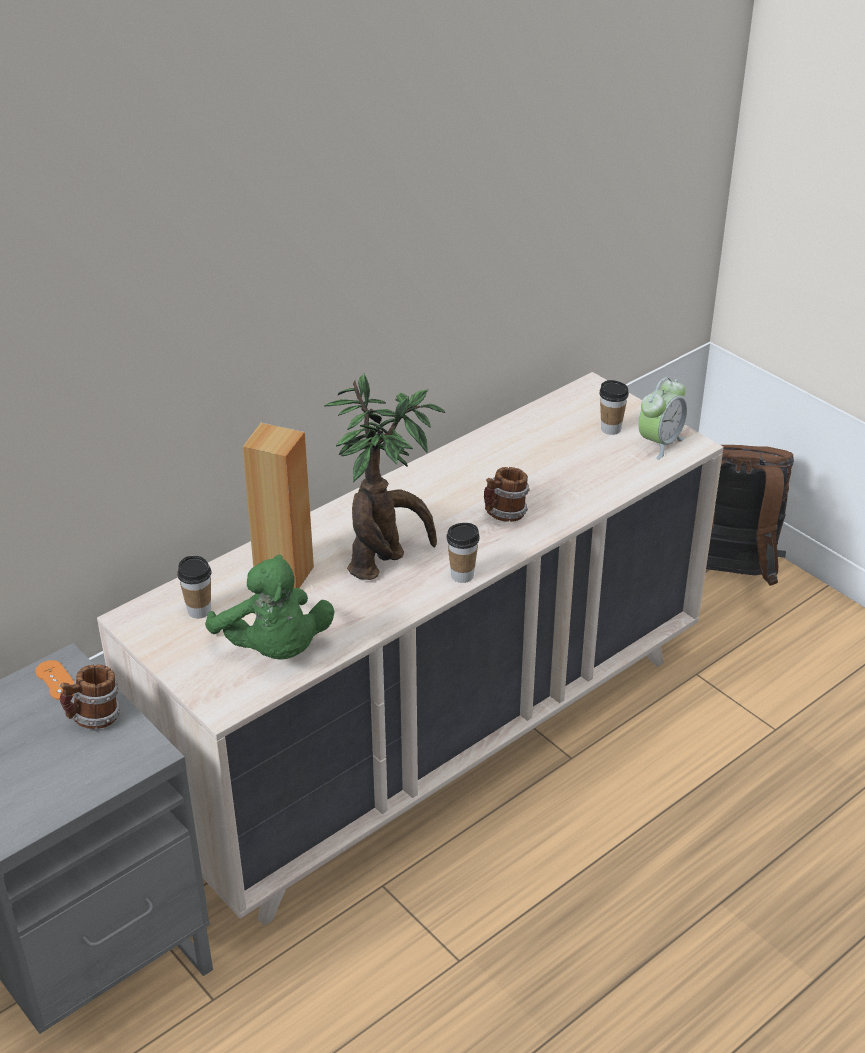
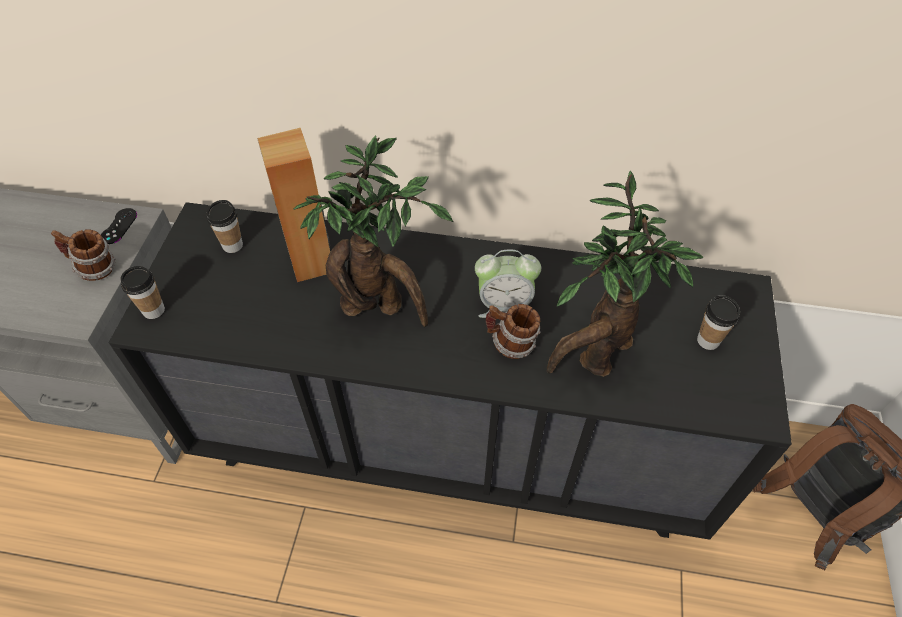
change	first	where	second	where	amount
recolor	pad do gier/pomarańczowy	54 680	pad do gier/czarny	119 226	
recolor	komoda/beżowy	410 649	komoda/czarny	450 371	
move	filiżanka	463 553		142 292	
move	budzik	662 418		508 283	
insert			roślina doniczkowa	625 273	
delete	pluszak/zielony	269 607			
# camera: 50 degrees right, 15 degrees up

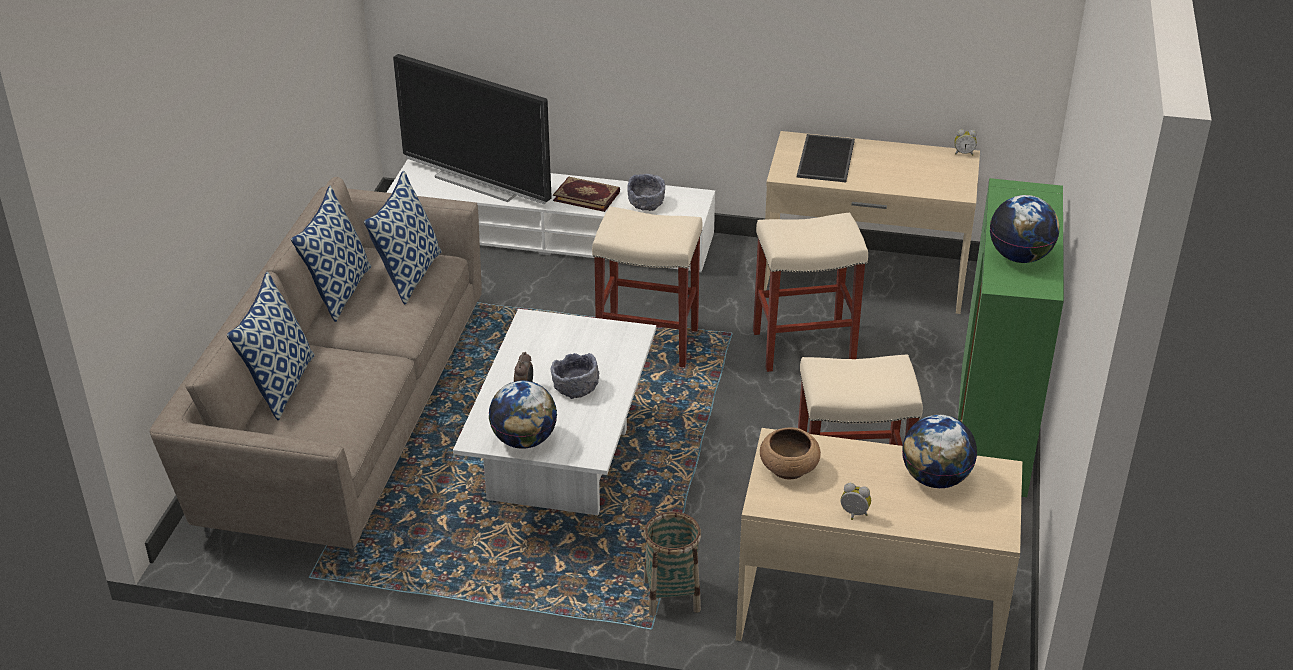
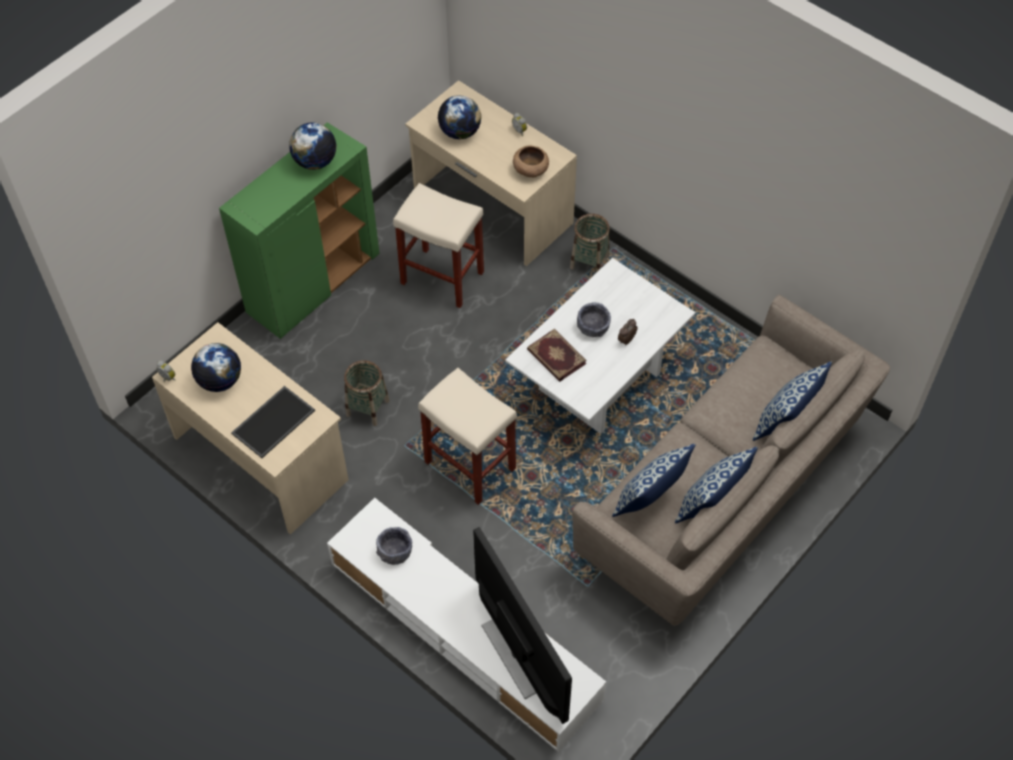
change	first	where	second	where	amount
move	globus	522 414		216 367	
replace	stołek/beżowy	810 292	koszyk	366 393	
move	książka	586 194		556 355	
# camera: 150 degrees left, 20 degrees up

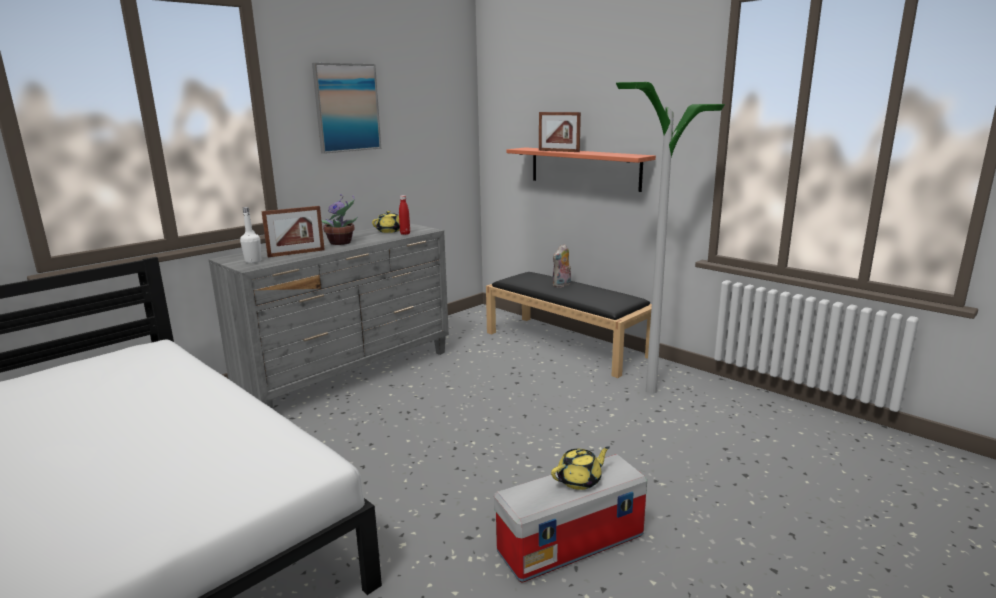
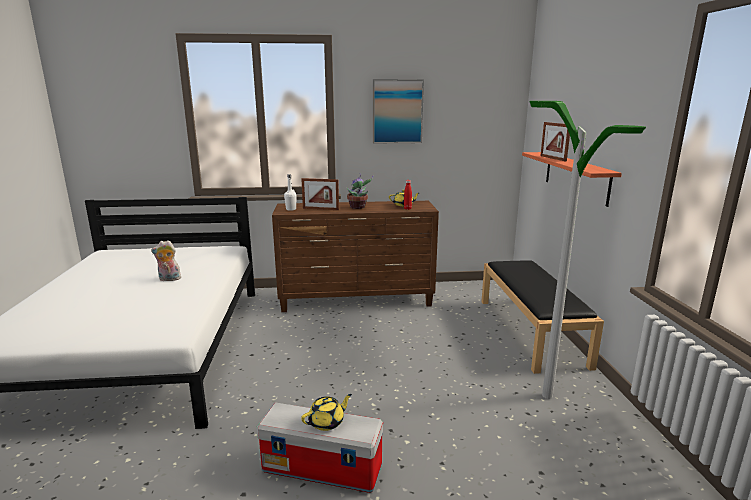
change	first	where	second	where	amount
move	pluszak	562 265		166 260	
recolor	komoda/szary	328 316	komoda/brązowy	355 256	
rotate	imbryk/żółty	580 468		326 412	45 degrees counterclockwise
# camera: 40 degrees right, 0 degrees up

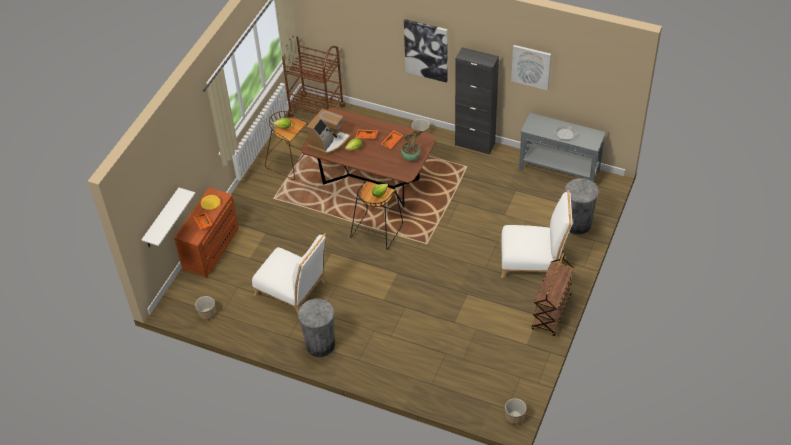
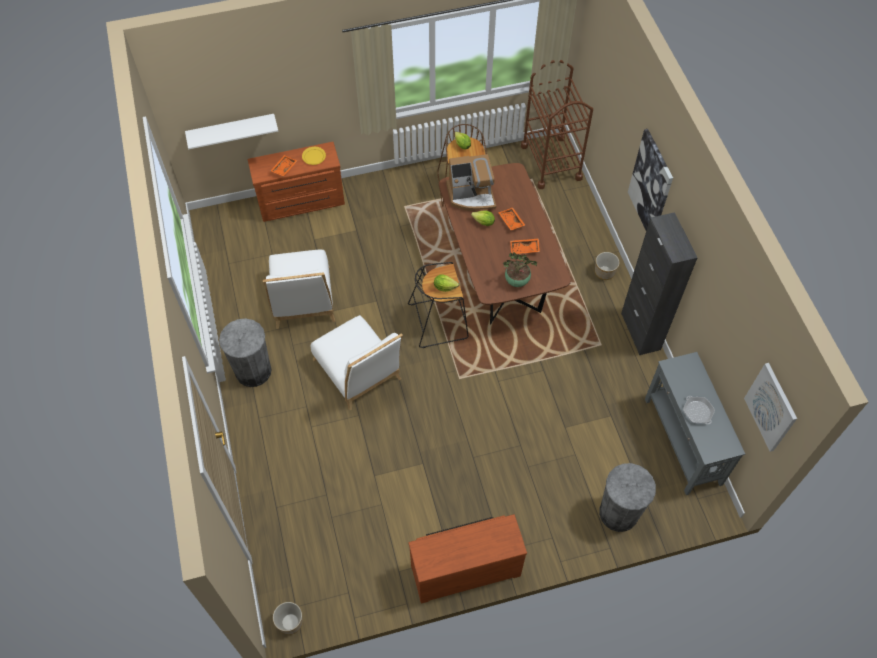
change	first	where	second	where	amount
move	krzesło/biały	536 234		357 362	
replace	wózek/brązowy	553 294	komoda/brązowy	468 559	
move	obraz	531 67		770 407	
delete	donica	205 308			
# camera: 50 degrees right, 10 degrees up

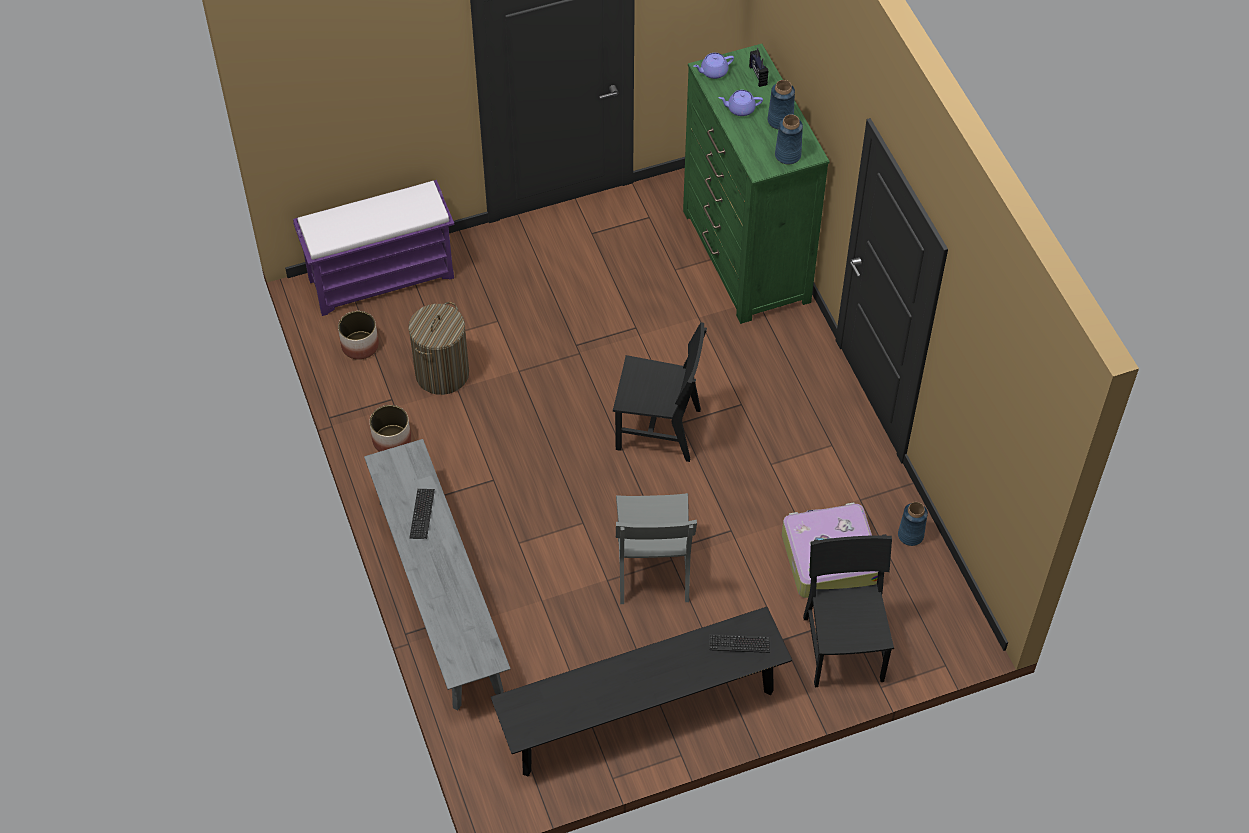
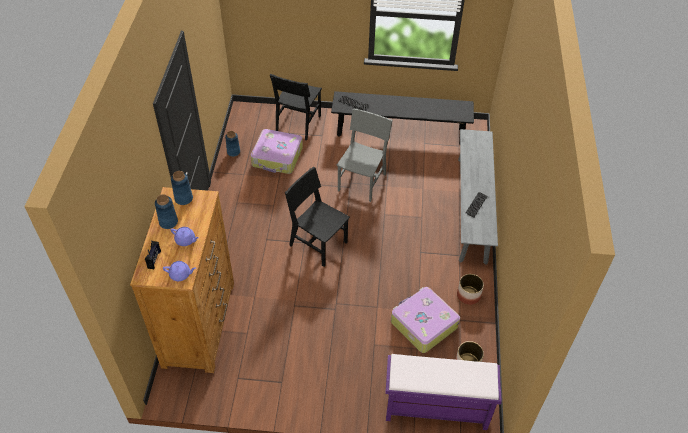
change	first	where	second	where	amount
recolor	komoda/zielony	756 184	komoda/brązowy	182 280	
replace	kosz na pranie	438 348	walizka	425 320	
# camera: 155 degrees left, 5 degrees down

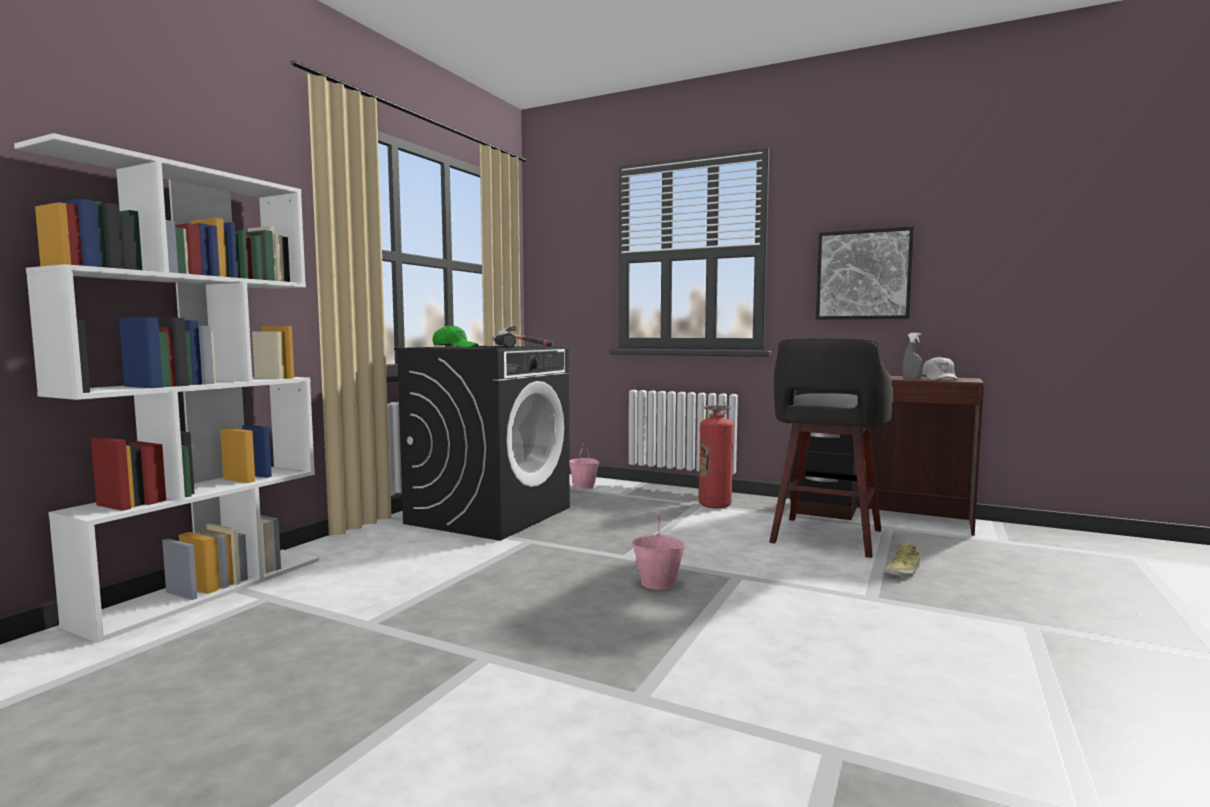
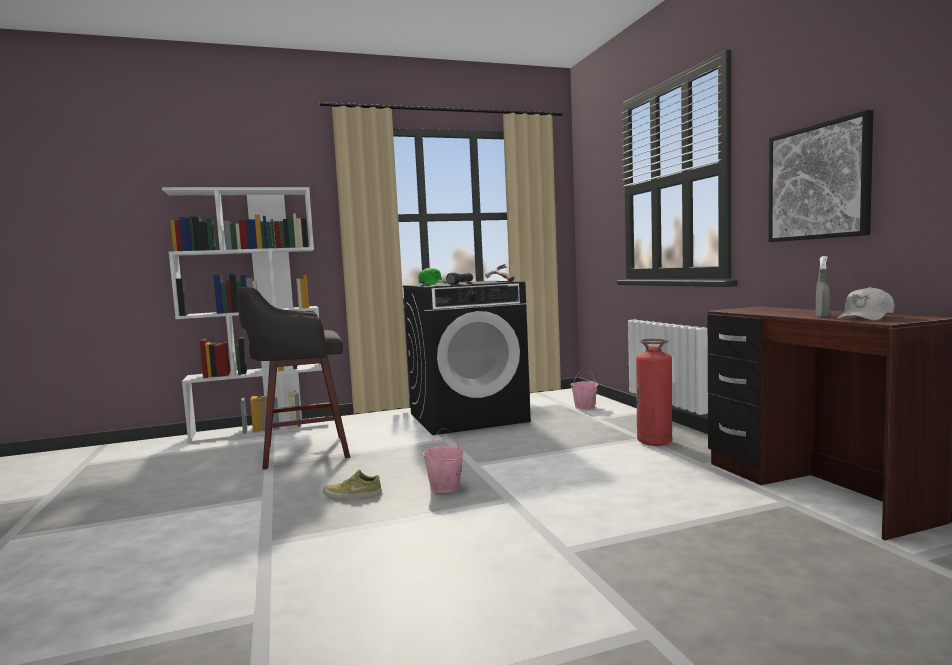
change	first	where	second	where	amount
move	stołek/szary	831 448		293 378	
move	but/beżowy	902 559		352 484	
# camera: 45 degrees right, 0 degrees up

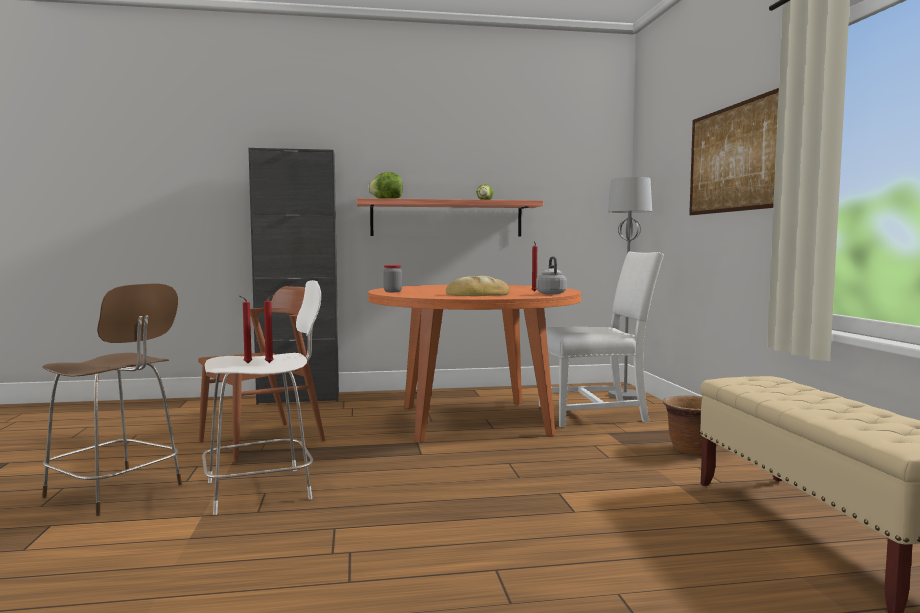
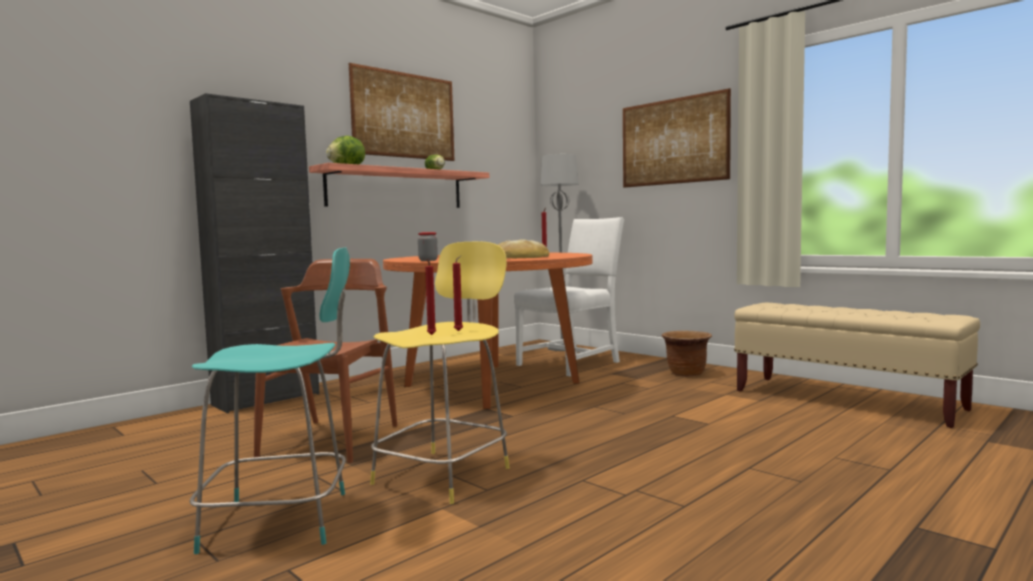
change	first	where	second	where	amount
recolor	stołek/brązowy	112 399	stołek/turkusowy	270 400	
insert			obraz	401 112	
recolor	stołek/biały	261 397	stołek/żółty	440 373	
delete	czajnik/szary	551 275			
# camera: 35 degrees left, 0 degrees up

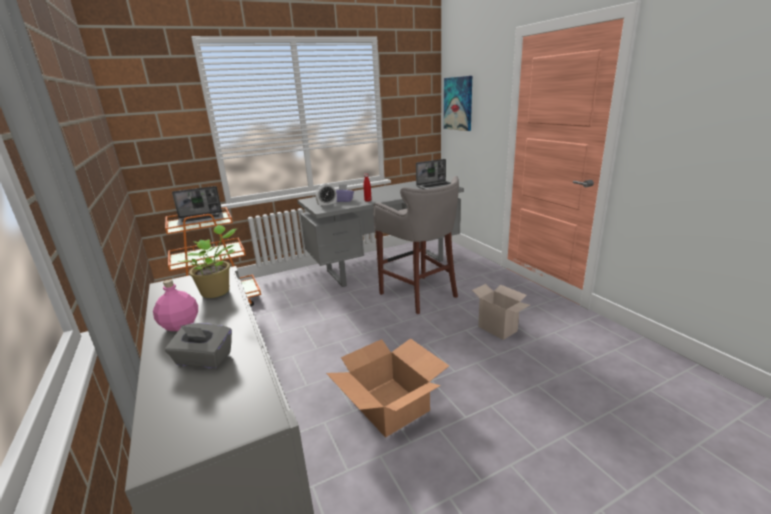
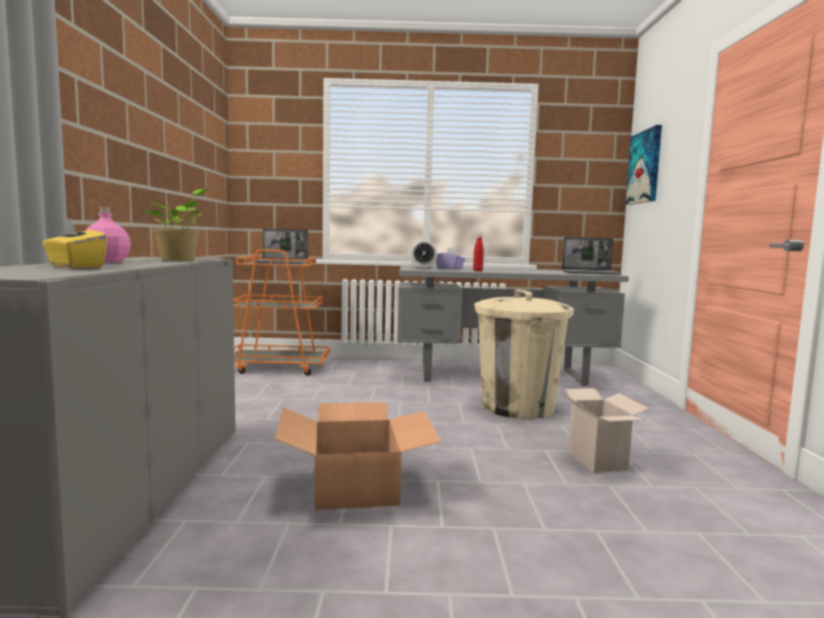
change	first	where	second	where	amount
recolor	pudełko chusteczek/szary	198 346	pudełko chusteczek/żółty	74 243	
replace	stołek/szary	416 245	kosz na śmieci/beżowy	524 354	
# camera: 25 degrees right, 15 degrees down

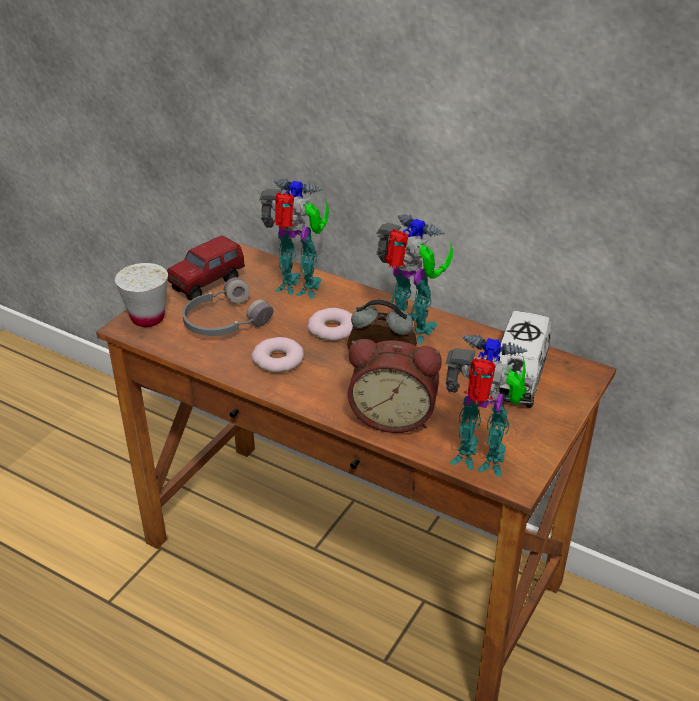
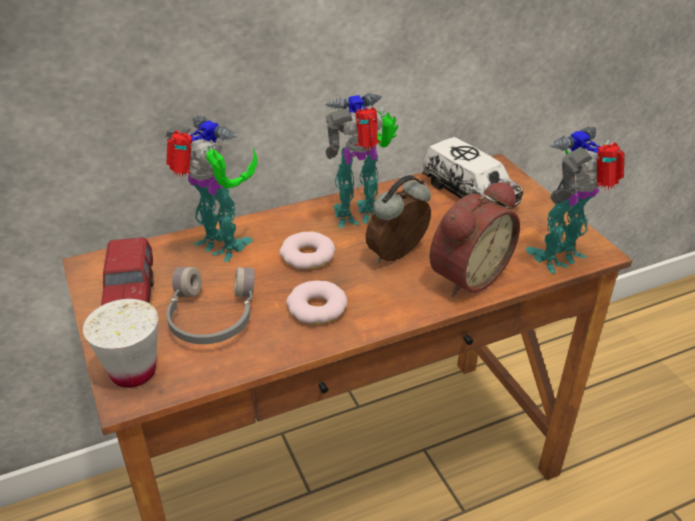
change	first	where	second	where	amount
rotate	robot zabawkowy	294 238		211 189	75 degrees clockwise
# camera: 55 degrees left, 0 degrees up

